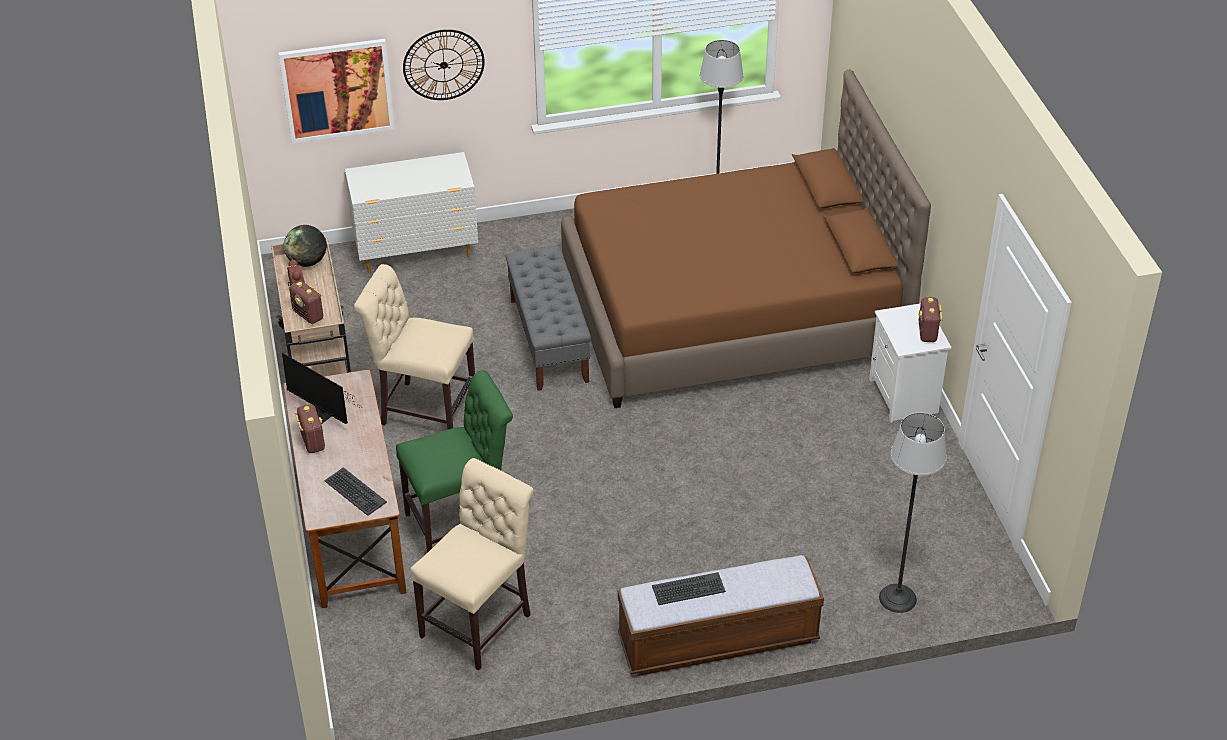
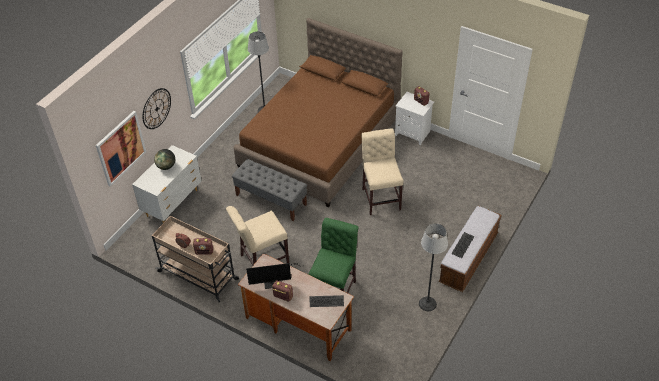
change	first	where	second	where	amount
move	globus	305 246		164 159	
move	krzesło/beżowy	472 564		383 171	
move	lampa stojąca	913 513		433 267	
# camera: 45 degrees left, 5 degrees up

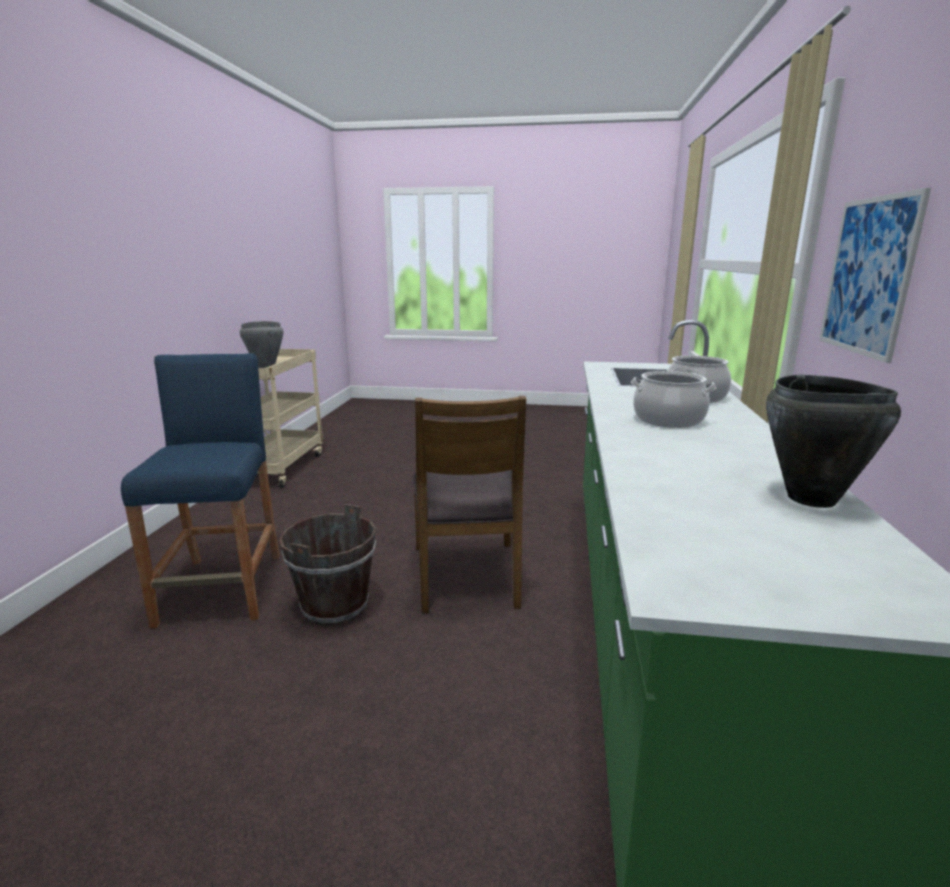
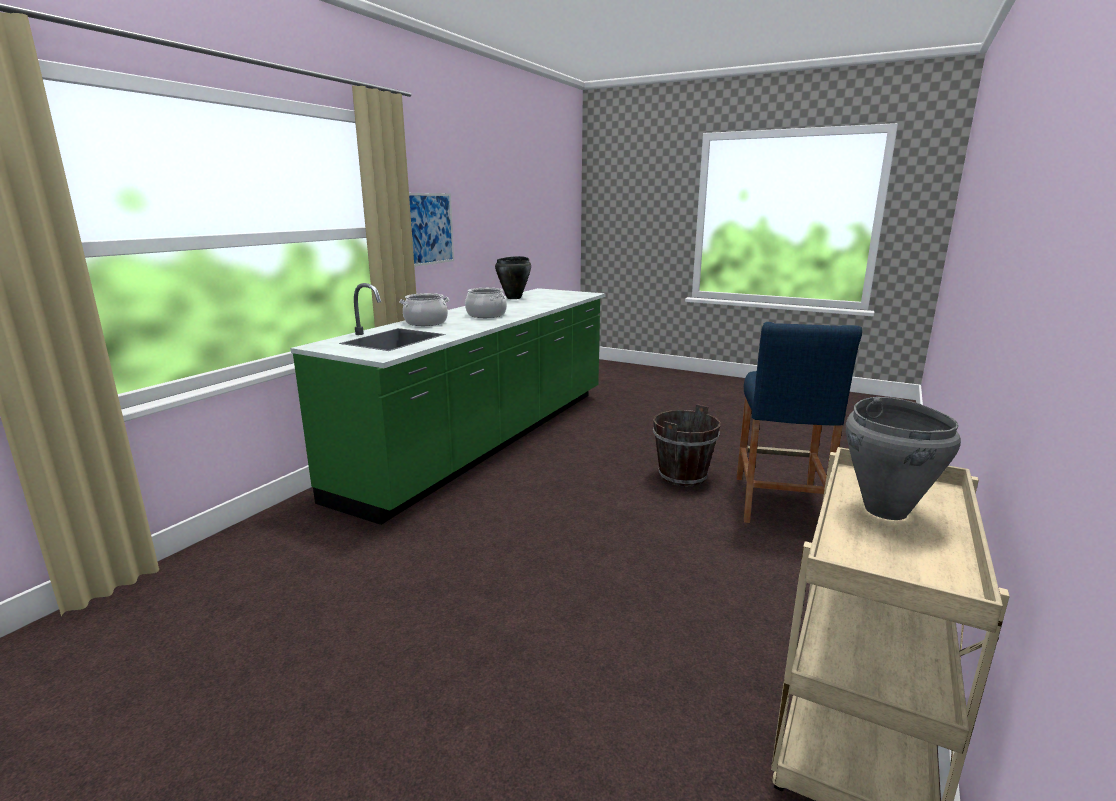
change	first	where	second	where	amount
delete	krzesło/brązowy	469 505			
# camera: 160 degrees left, 0 degrees up

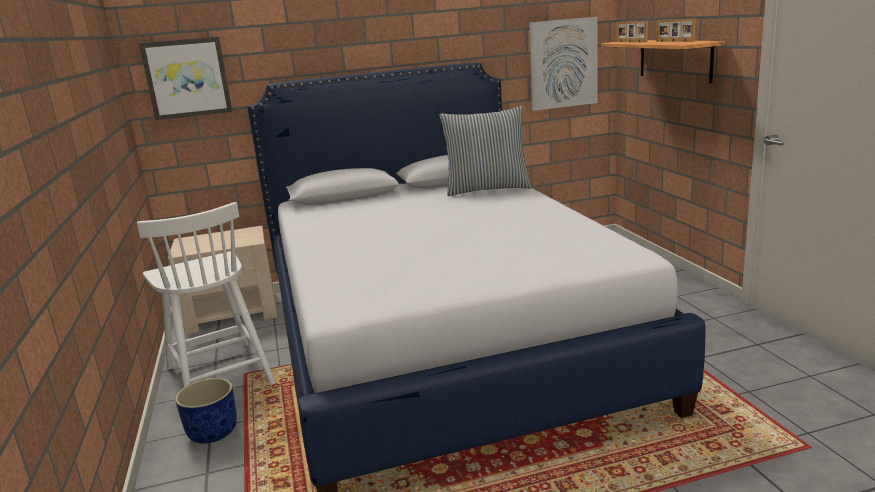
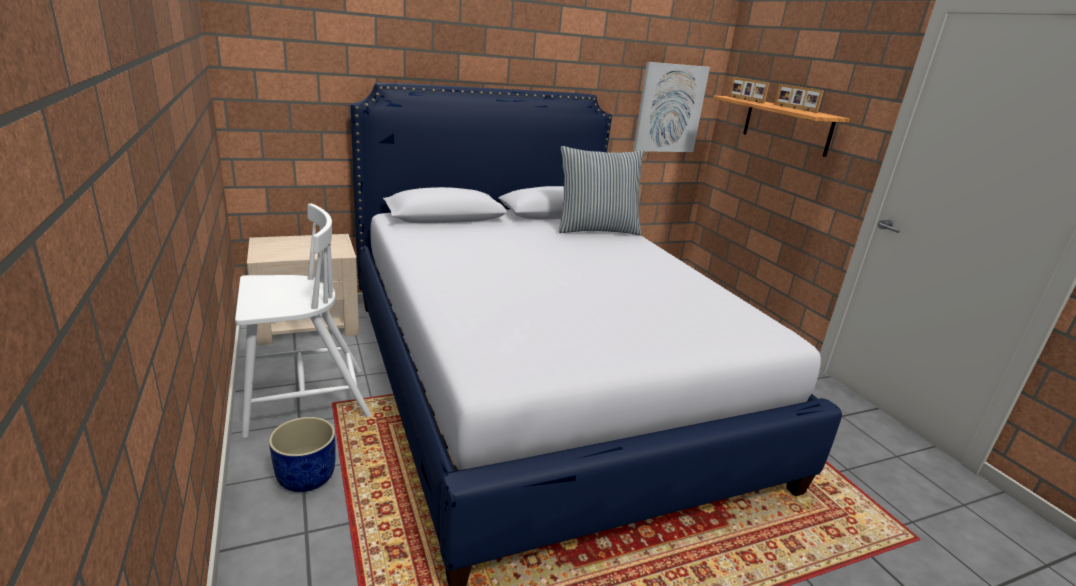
change	first	where	second	where	amount
rotate	krzesło/biały	206 294		303 321	75 degrees counterclockwise
delete	obraz	185 78			
# camera: 10 degrees left, 5 degrees up

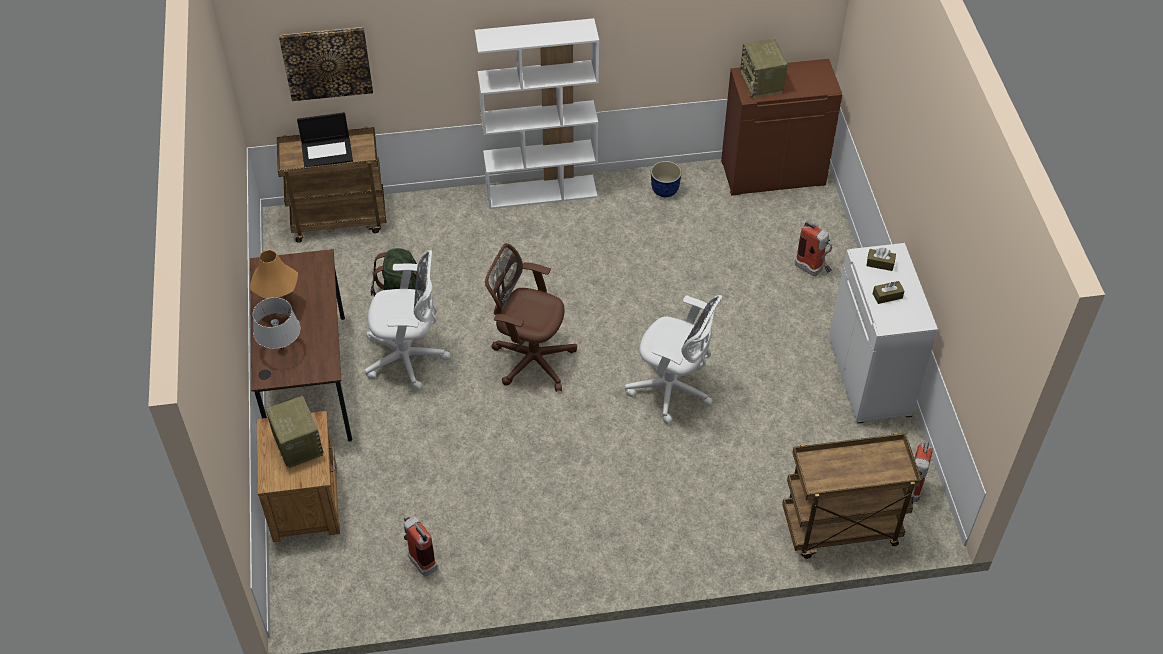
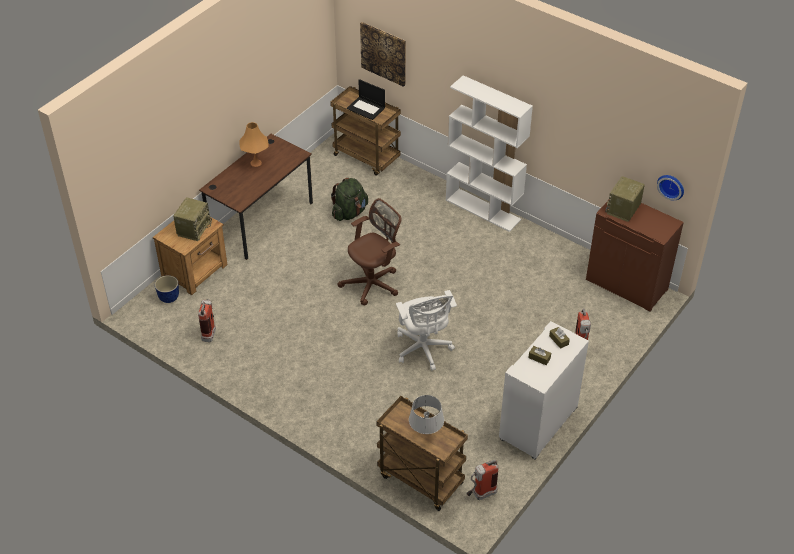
change	first	where	second	where	amount
move	donica	666 179		167 289	
rotate	krzesło biurowe/brązowy	531 317		370 251	75 degrees clockwise
move	lampa stołowa/szary	276 323		426 414	
insert			zegar ścienny	670 187	
delete	krzesło biurowe/biały	407 320			
# camera: 45 degrees right, 5 degrees down

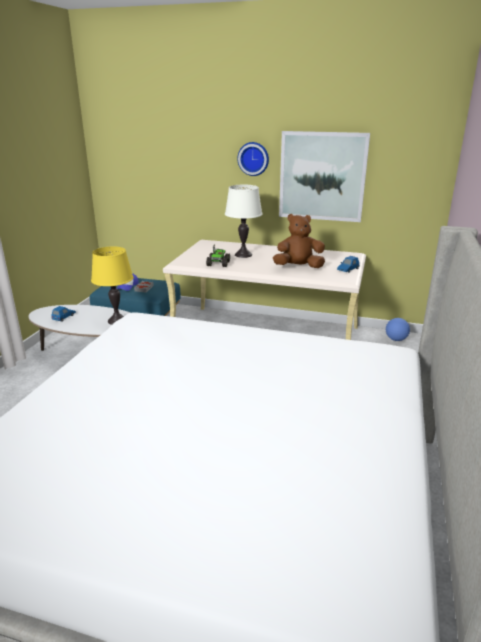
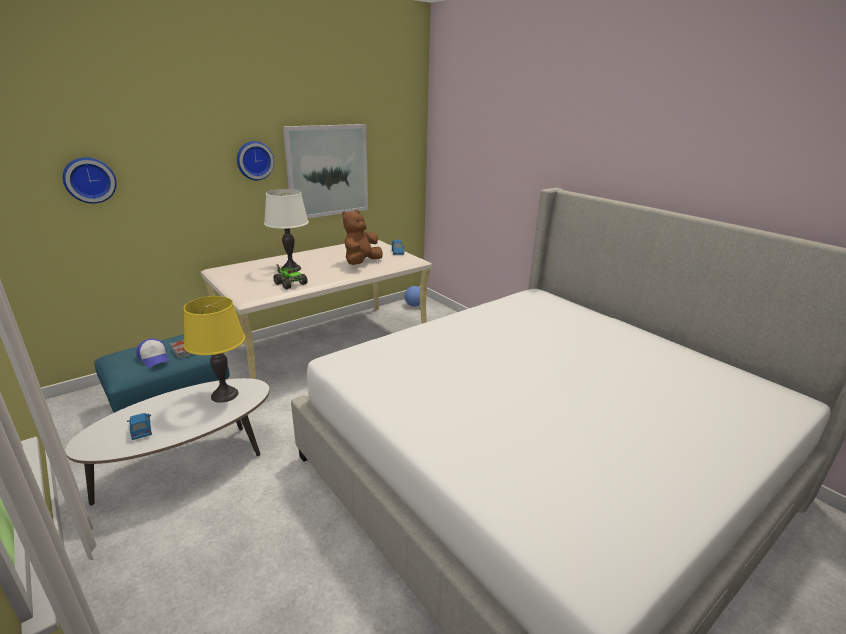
change	first	where	second	where	amount
insert			zegar ścienny	89 180	
# camera: 55 degrees left, 0 degrees up

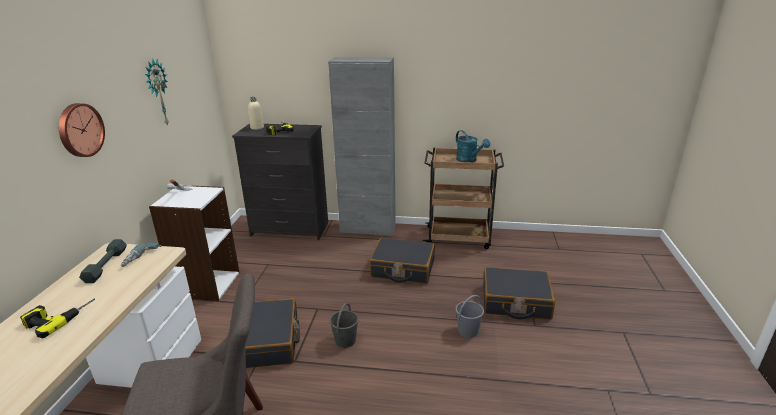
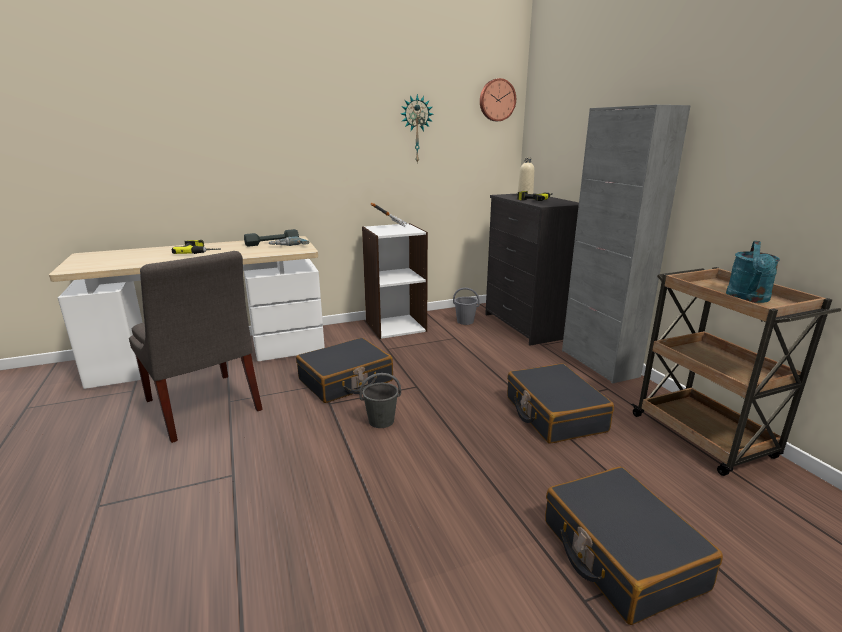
change	first	where	second	where	amount
move	wiadro/szary	470 316		466 306	
move	zegar ścienny	82 130		498 99	
# camera: 60 degrees right, 5 degrees down

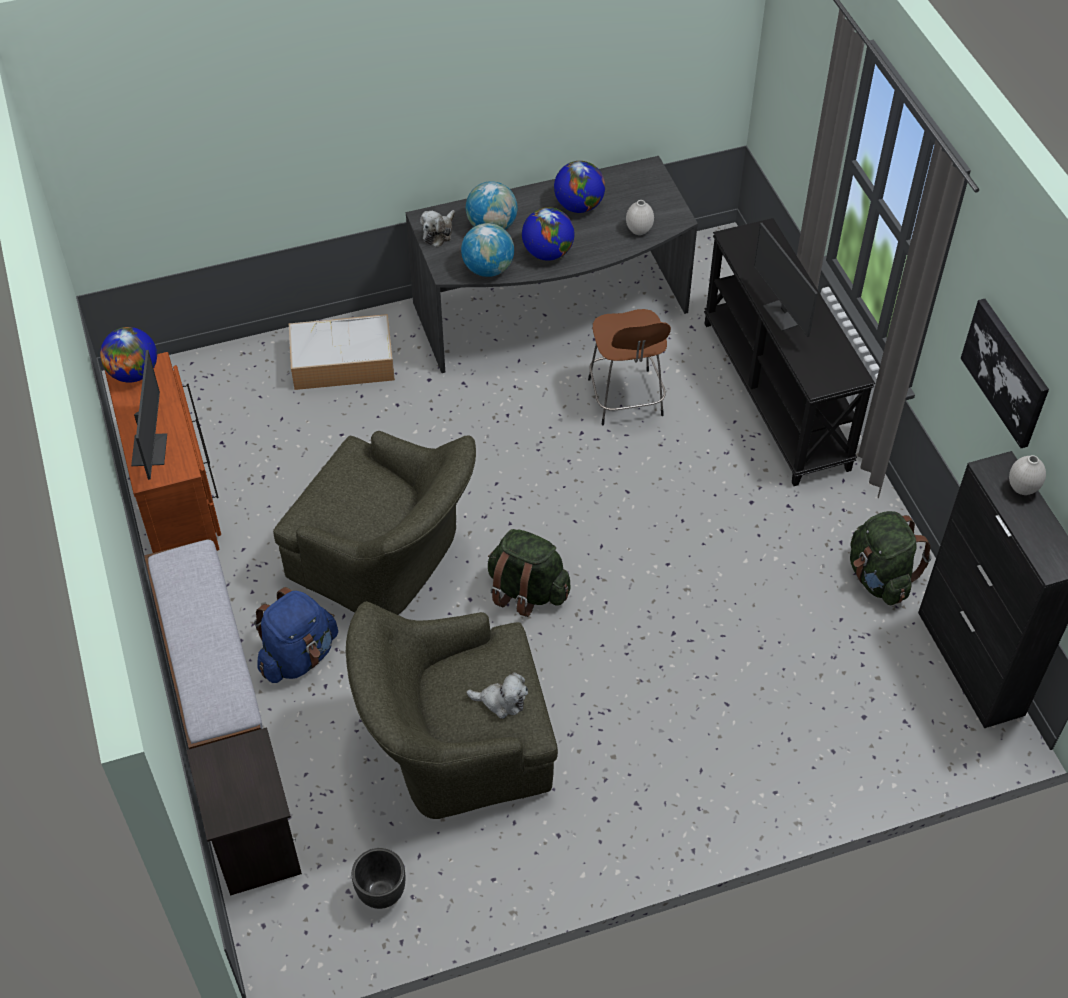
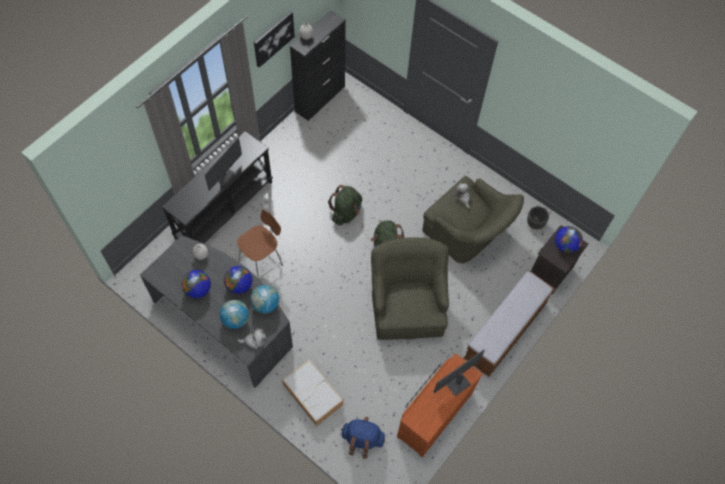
change	first	where	second	where	amount
move	plecak/zielony	890 558		345 205	
move	plecak/niebieski	296 635		362 438	
move	globus	128 355		569 239	
# camera: 125 degrees left, 10 degrees up

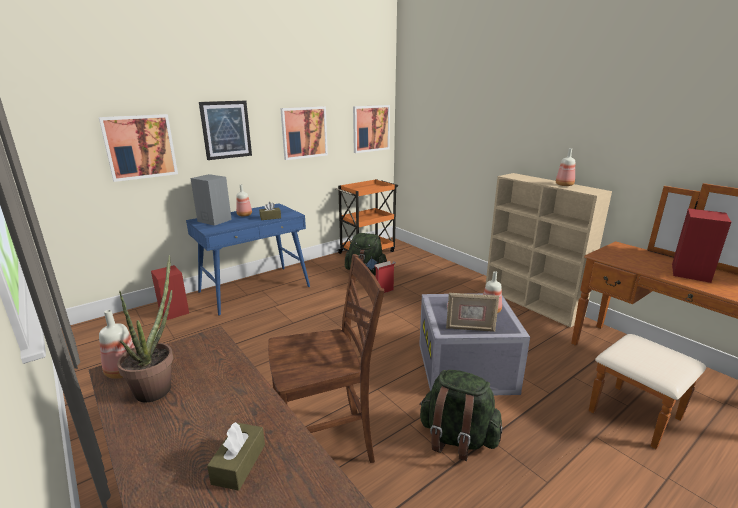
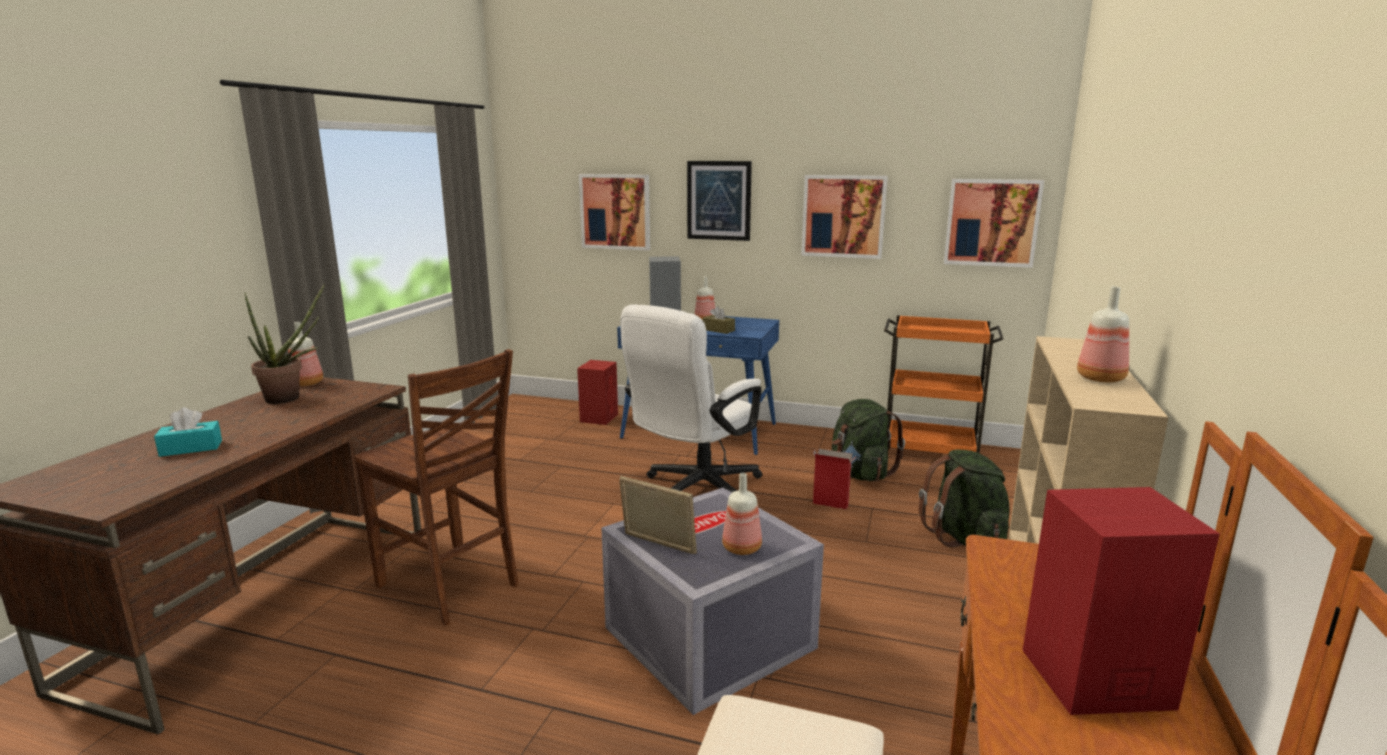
change	first	where	second	where	amount
recolor	pudełko chusteczek/brązowy	236 456	pudełko chusteczek/turkusowy	188 432	
rotate	ramka na zdjęcie	472 312		658 514	150 degrees clockwise
insert			krzesło biurowe/biały	691 398	
move	plecak/zielony	461 415		964 498	
# camera: 55 degrees right, 5 degrees down

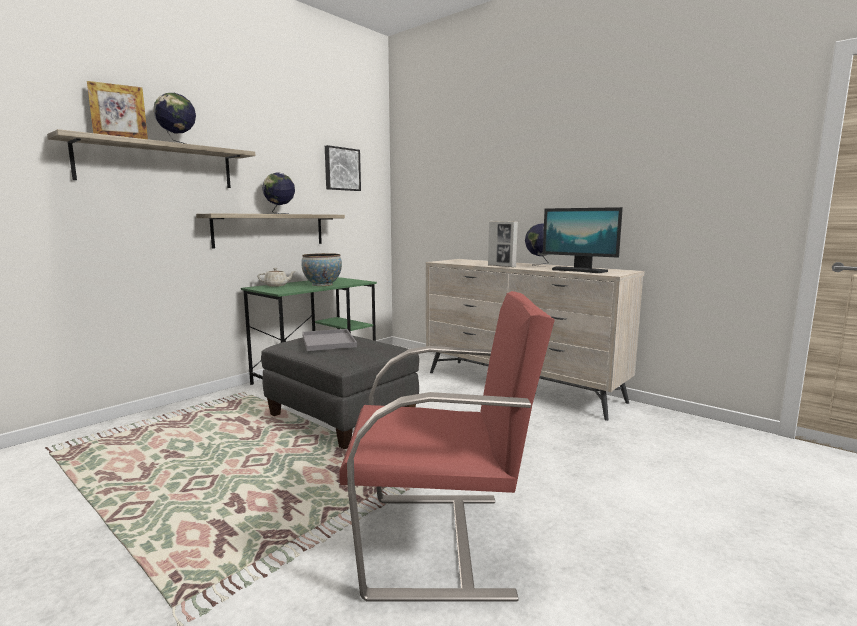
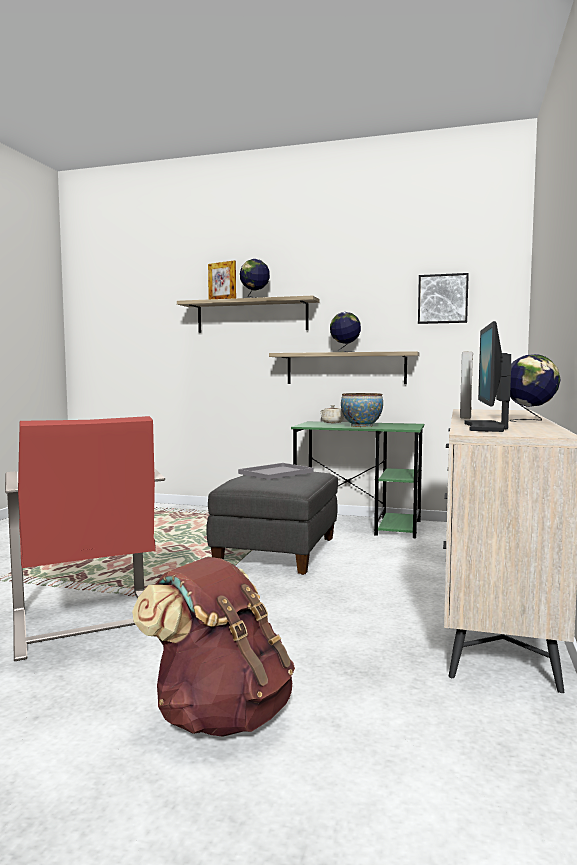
change	first	where	second	where	amount
insert			plecak/brązowy	213 646	
# camera: 65 degrees right, 5 degrees down

